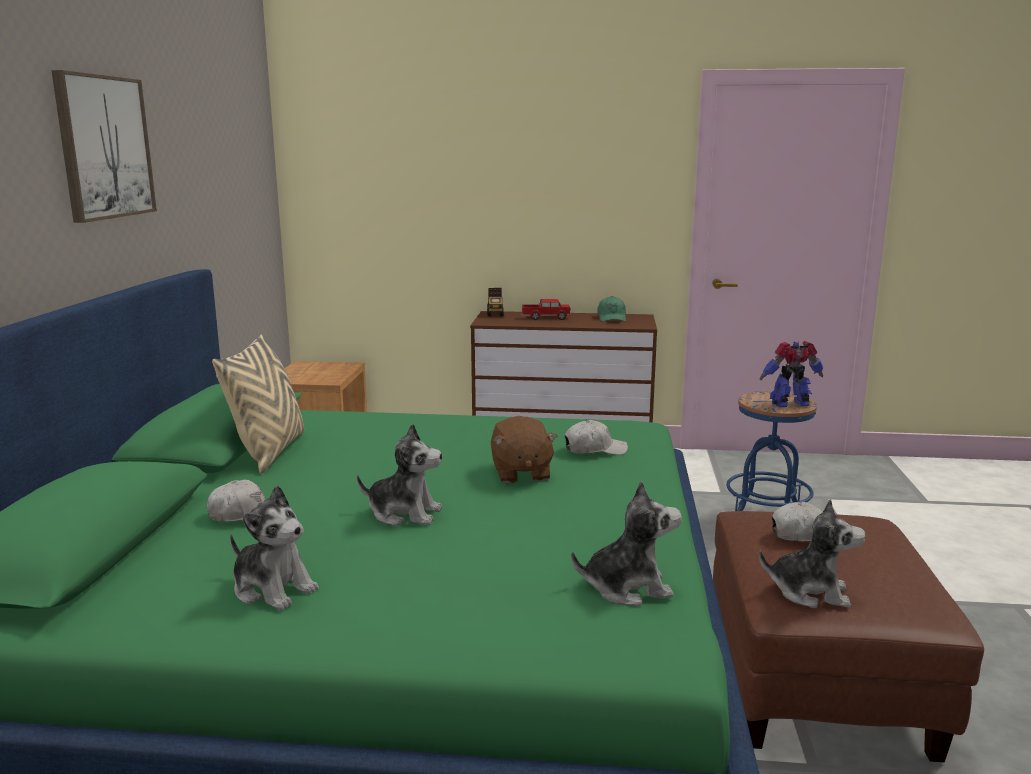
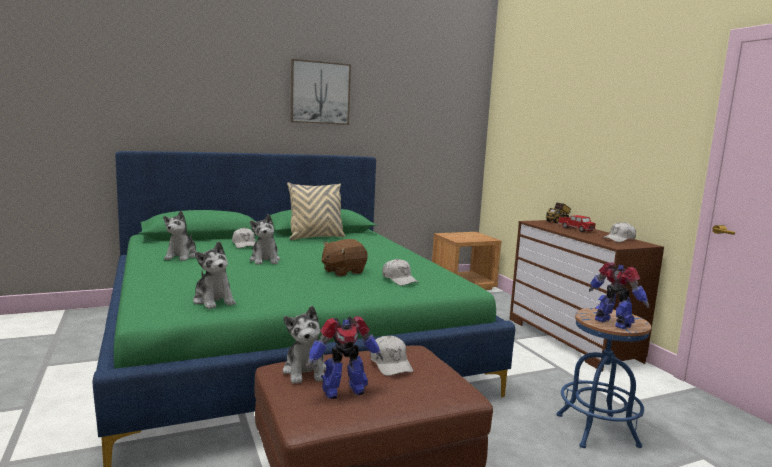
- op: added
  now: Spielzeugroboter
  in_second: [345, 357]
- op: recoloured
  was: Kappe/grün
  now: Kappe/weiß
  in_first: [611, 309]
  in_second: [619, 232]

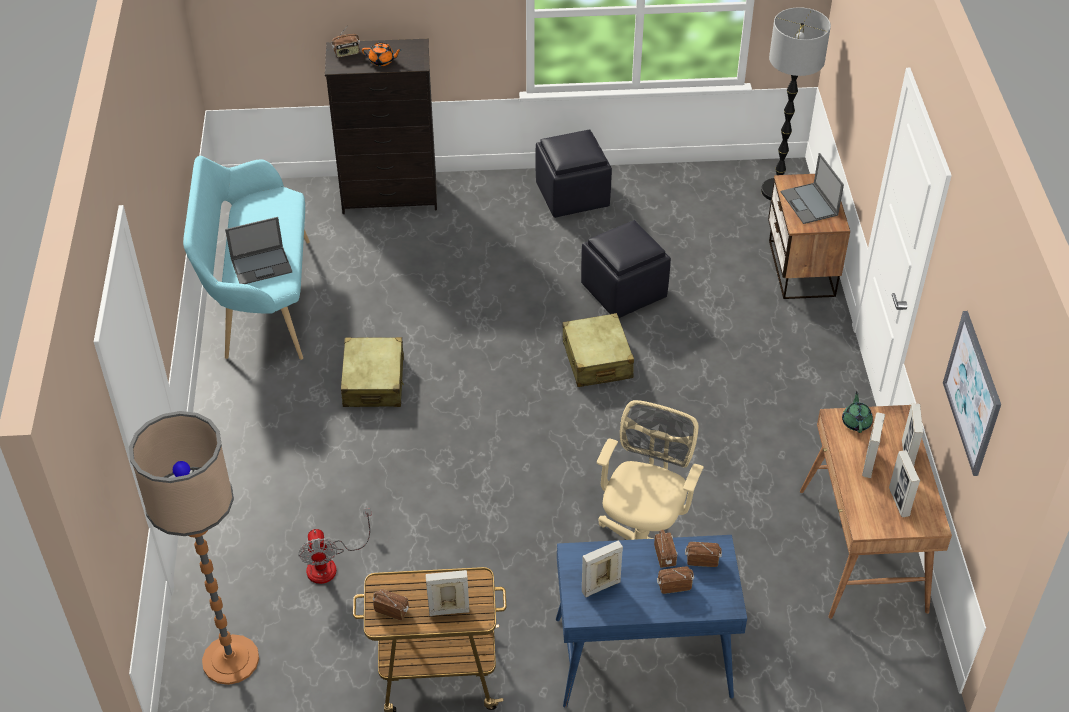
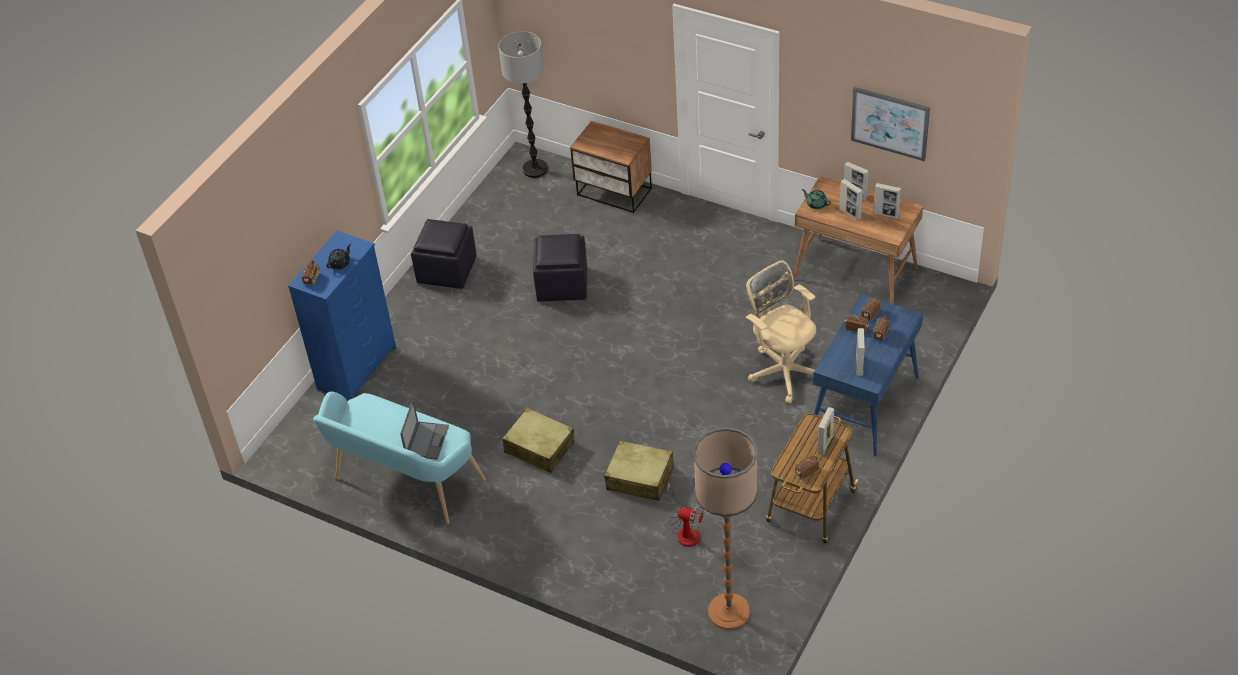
- op: recoloured
  was: Kommode/schwarz
  now: Kommode/blau
  in_first: [381, 126]
  in_second: [342, 316]
- op: recoloured
  was: Teekanne/orange
  now: Teekanne/schwarz
  in_first: [382, 54]
  in_second: [338, 256]
- op: moved
  was: Koffer/beige
  in_first: [598, 350]
  in_second: [639, 471]
- op: removed
  was: Laptop
  in_first: [812, 188]

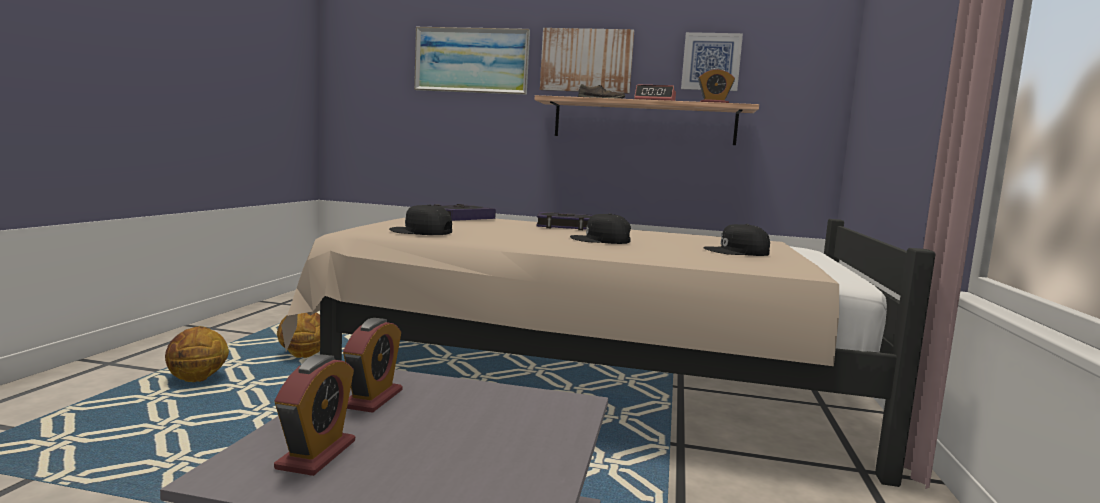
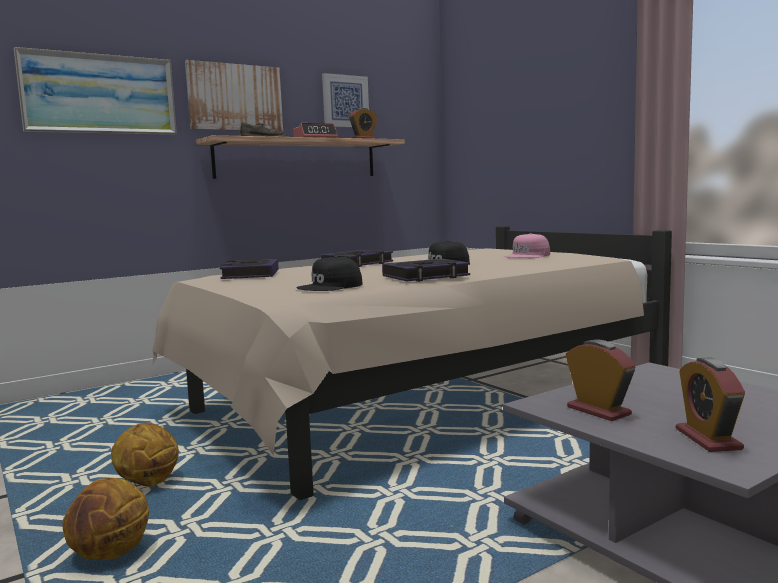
- op: added
  now: Buch
  in_second: [426, 270]
- op: recoloured
  was: Kappe/schwarz
  now: Kappe/rosa
  in_first: [736, 240]
  in_second: [527, 245]
- op: turned
  was: Wecker
  in_first: [314, 415]
  in_second: [710, 404]
  clockwise: -150

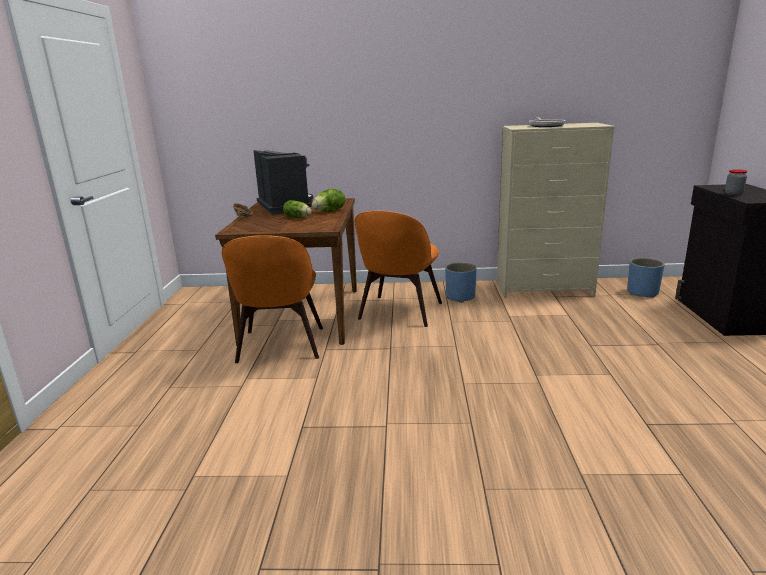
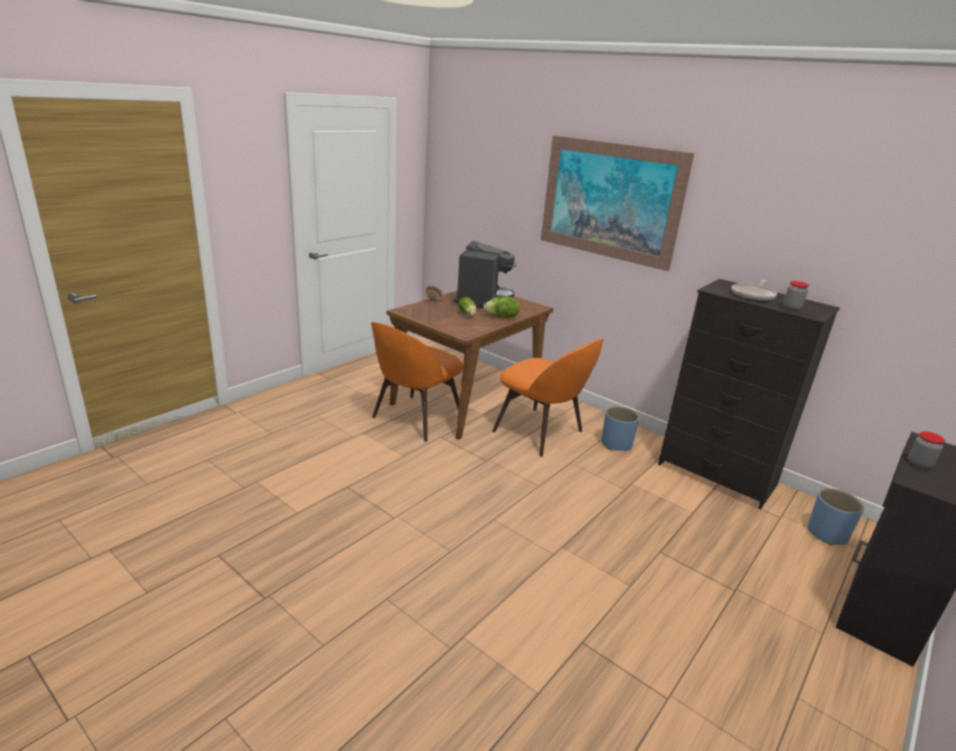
- op: turned
  was: Stuhl/orange
  in_first: [398, 269]
  in_second: [548, 397]
  clockwise: -105
- op: added
  now: Bild
  in_second: [617, 203]
- op: recoloured
  was: Kommode/beige
  now: Kommode/schwarz
  in_first: [556, 210]
  in_second: [749, 394]
- op: added
  now: Vorratsglas
  in_second: [796, 296]

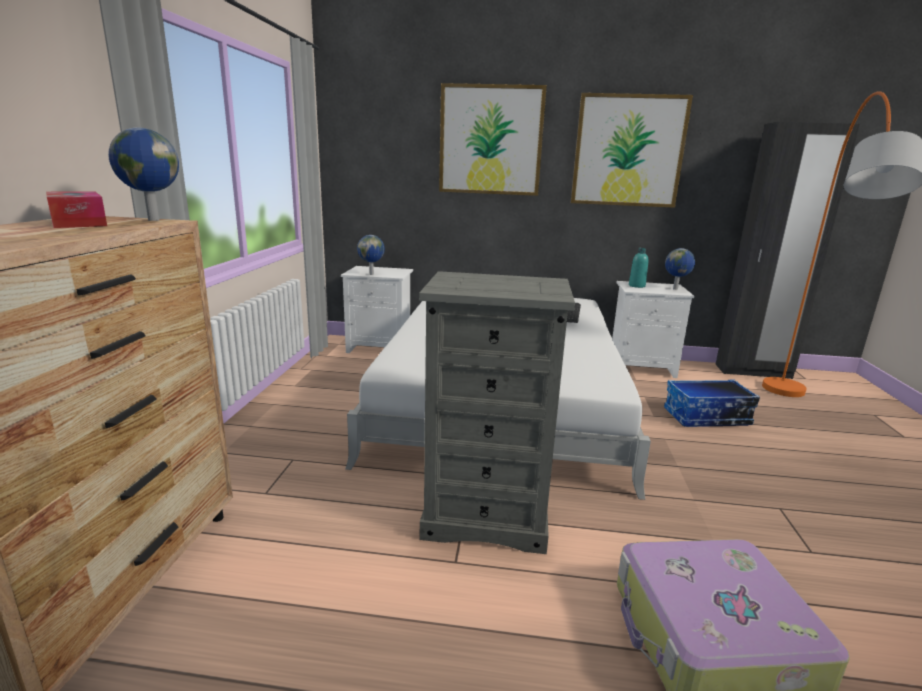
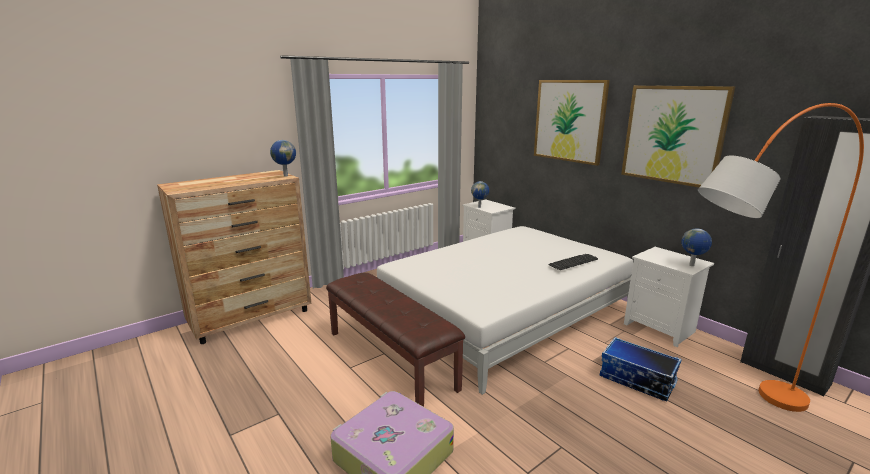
- op: replaced
  was: Kommode/grau
  now: Bank/braun
  in_first: [497, 412]
  in_second: [395, 340]
- op: removed
  was: Taschentuchbox
  in_first: [76, 209]
- op: removed
  was: Flasche/türkis
  in_first: [638, 268]

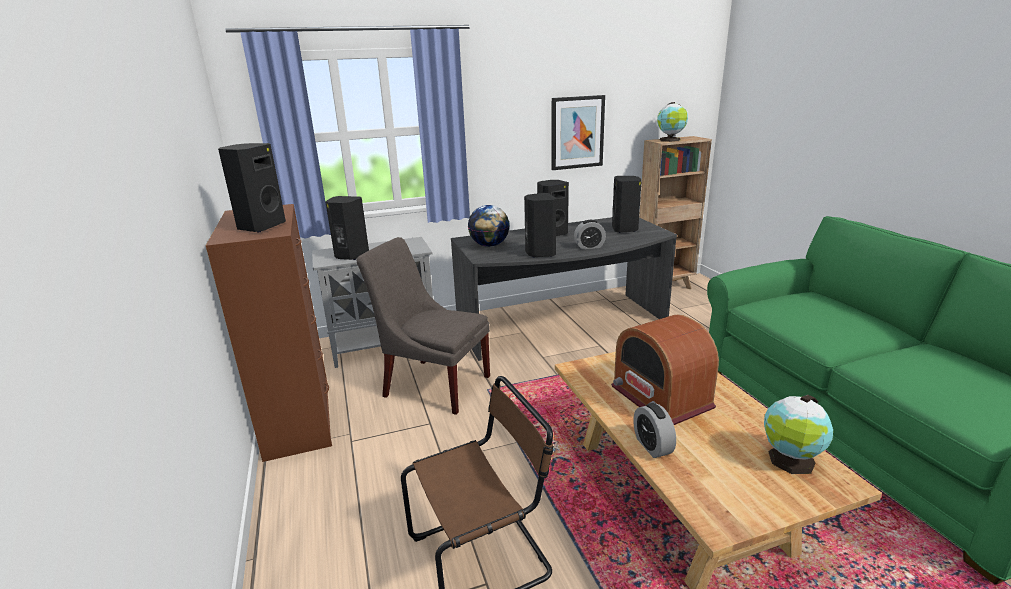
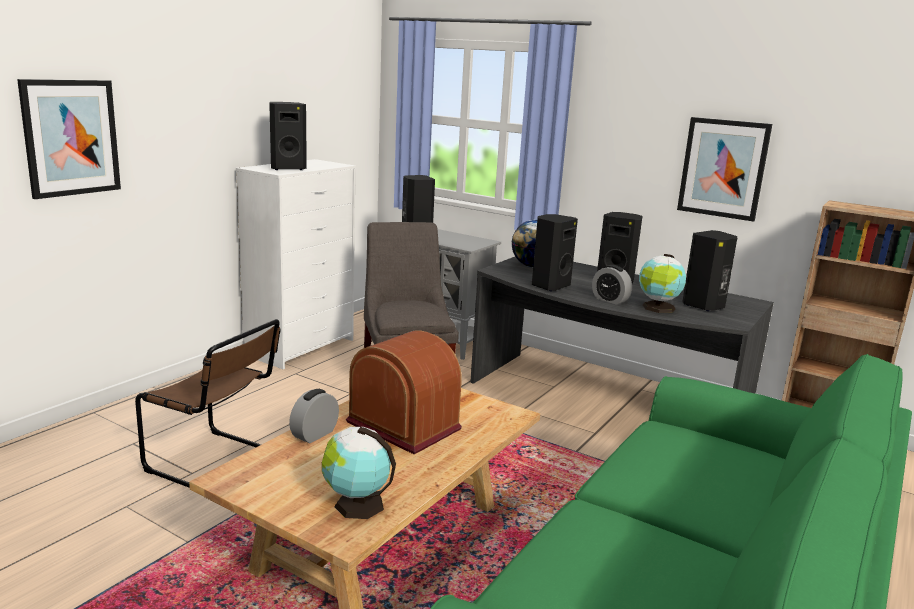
- op: added
  now: Bild
  in_second: [69, 139]
- op: recoloured
  was: Kommode/braun
  now: Kommode/weiß
  in_first: [268, 333]
  in_second: [296, 264]
- op: turned
  was: Radio
  in_first: [665, 369]
  in_second: [404, 392]
  clockwise: 105
- op: moved
  was: Globus
  in_first: [672, 122]
  in_second: [662, 283]

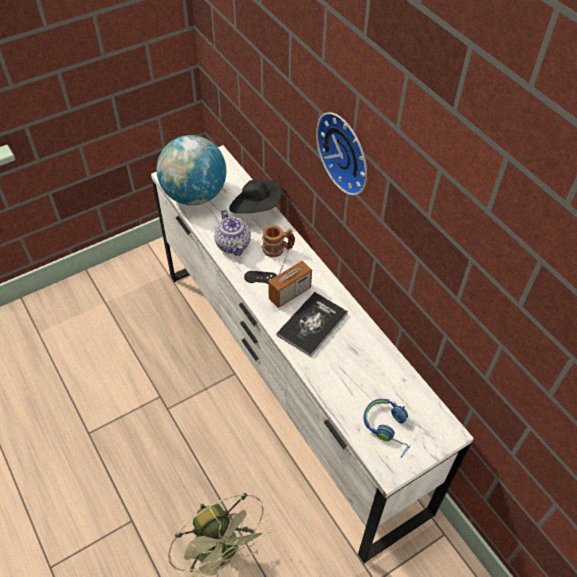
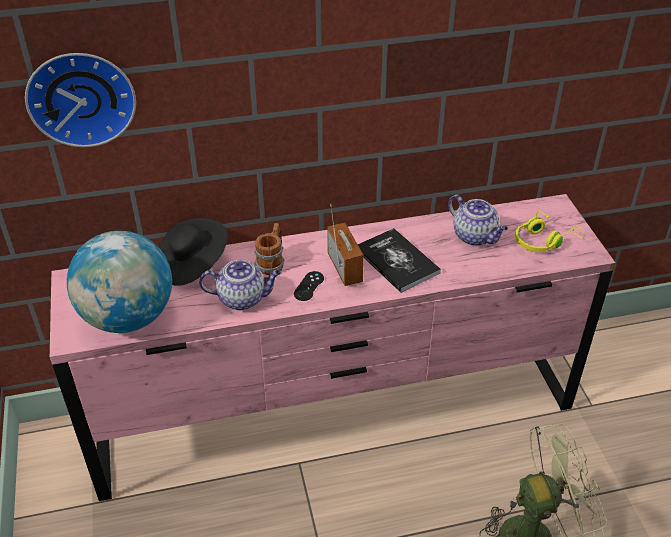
- op: moved
  was: Wanduhr
  in_first: [341, 154]
  in_second: [80, 100]
- op: recoloured
  was: Kommode/weiß
  now: Kommode/rosa
  in_first: [312, 354]
  in_second: [332, 347]
- op: added
  now: Teekanne
  in_second: [478, 220]
- op: recoloured
  was: Kopfhörer/blau
  now: Kopfhörer/gelb
  in_first: [387, 428]
  in_second: [550, 231]

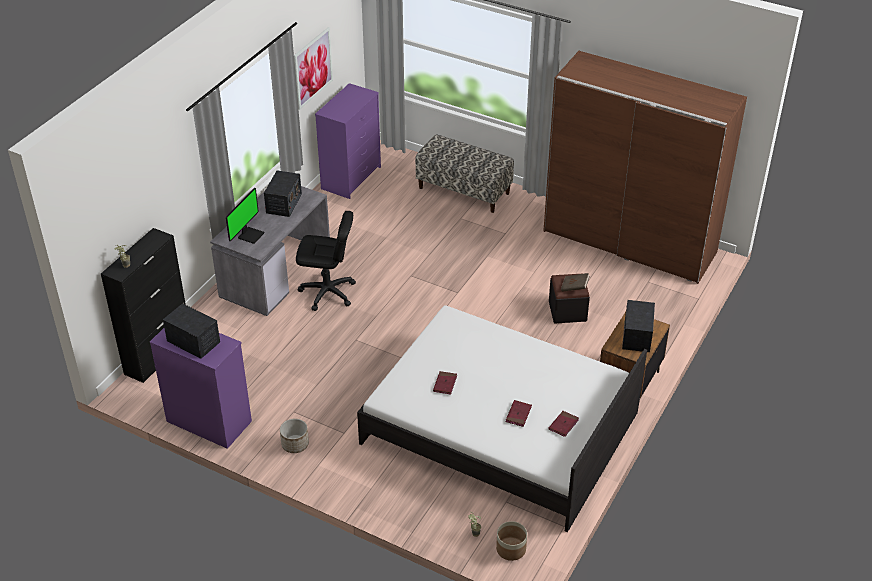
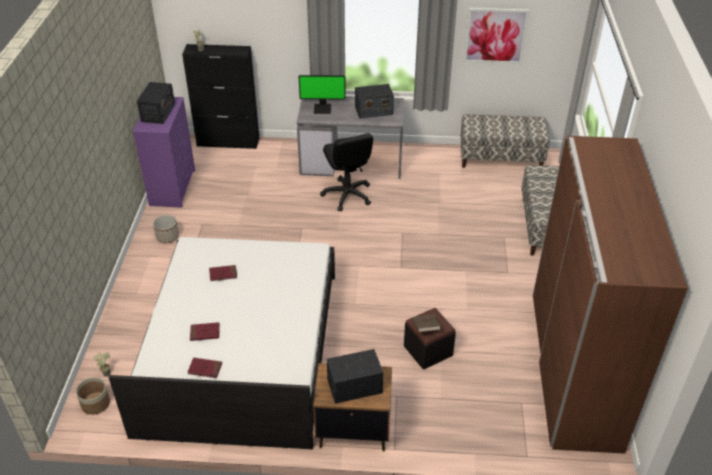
- op: replaced
  was: Kommode/lila
  now: Bank
  in_first: [348, 141]
  in_second: [505, 141]

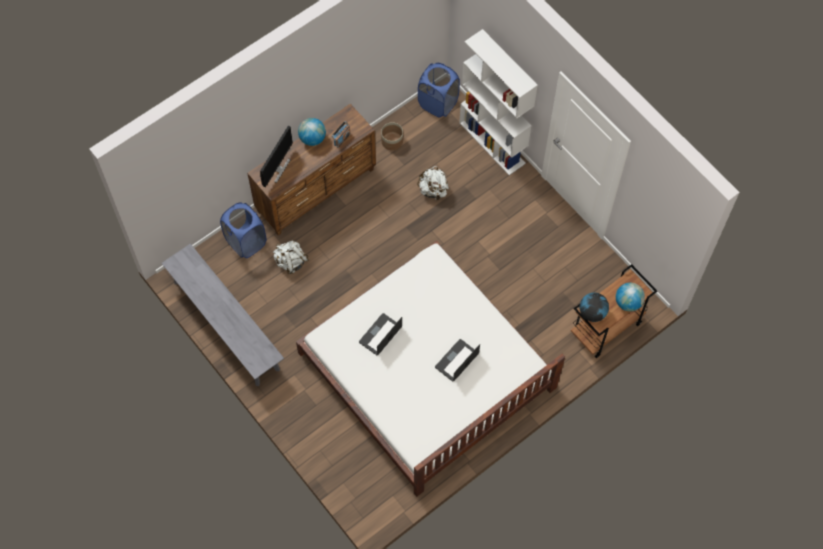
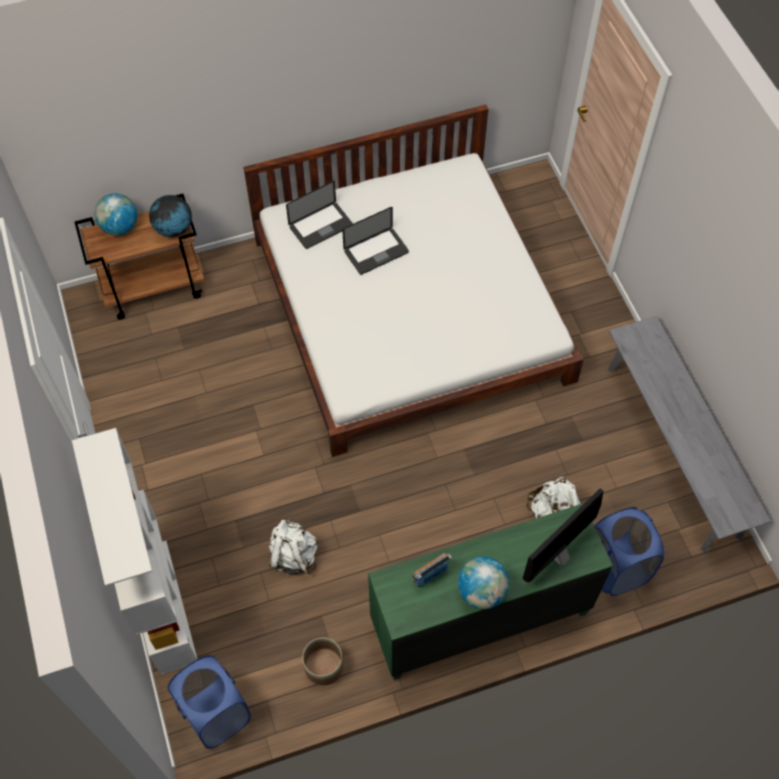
- op: moved
  was: Laptop
  in_first: [380, 334]
  in_second: [319, 215]
- op: recoloured
  was: Kommode/braun
  now: Kommode/grün
  in_first: [311, 169]
  in_second: [490, 591]

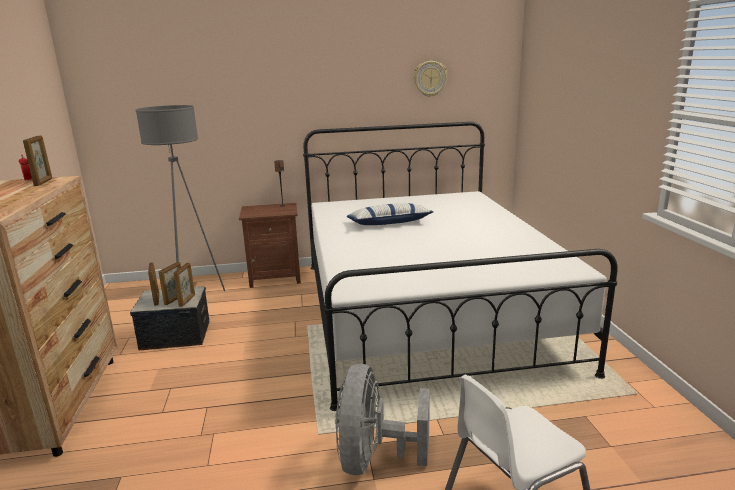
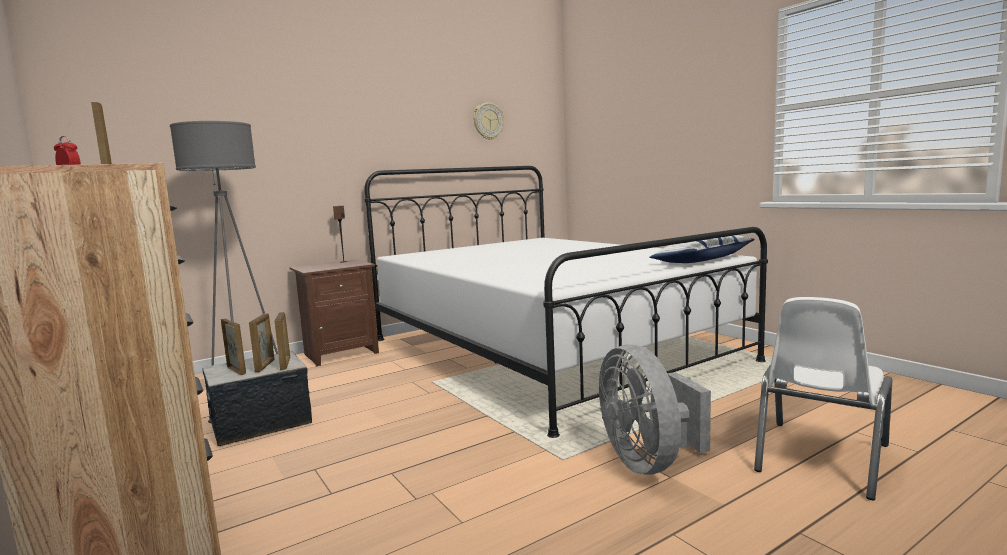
- op: moved
  was: Kissen
  in_first: [389, 214]
  in_second: [702, 249]

